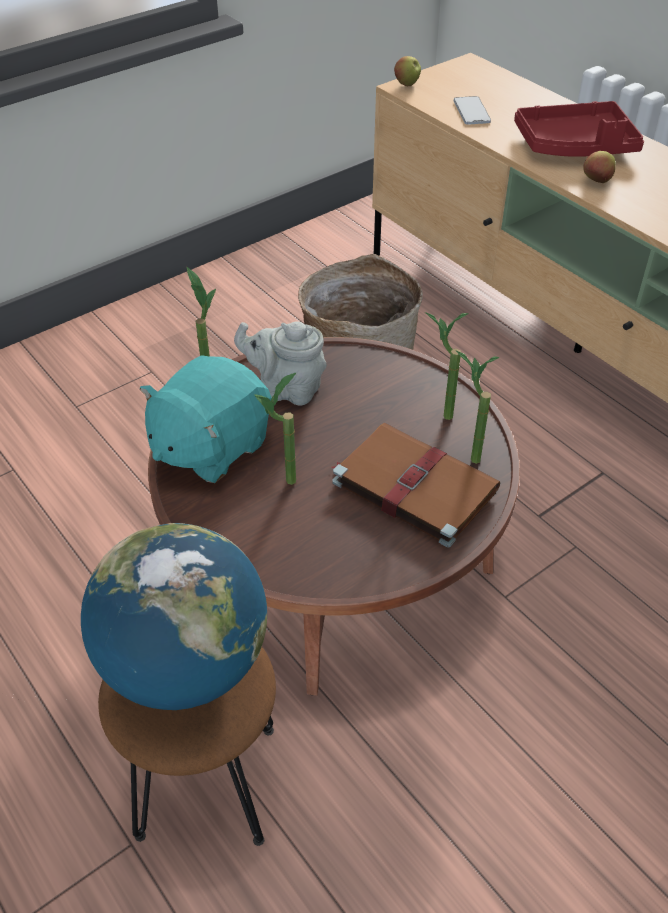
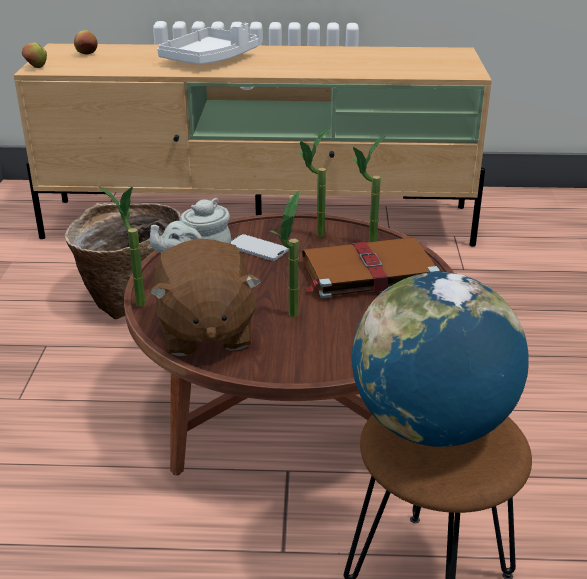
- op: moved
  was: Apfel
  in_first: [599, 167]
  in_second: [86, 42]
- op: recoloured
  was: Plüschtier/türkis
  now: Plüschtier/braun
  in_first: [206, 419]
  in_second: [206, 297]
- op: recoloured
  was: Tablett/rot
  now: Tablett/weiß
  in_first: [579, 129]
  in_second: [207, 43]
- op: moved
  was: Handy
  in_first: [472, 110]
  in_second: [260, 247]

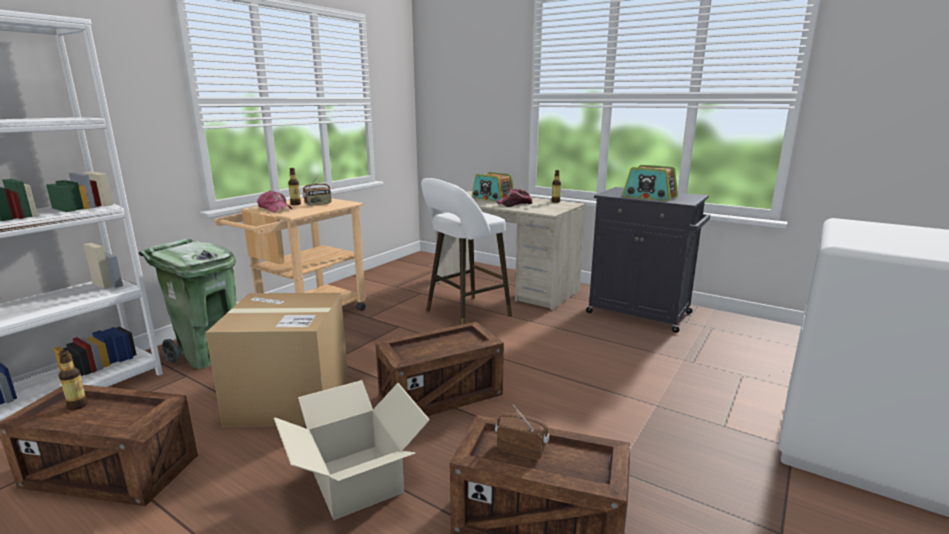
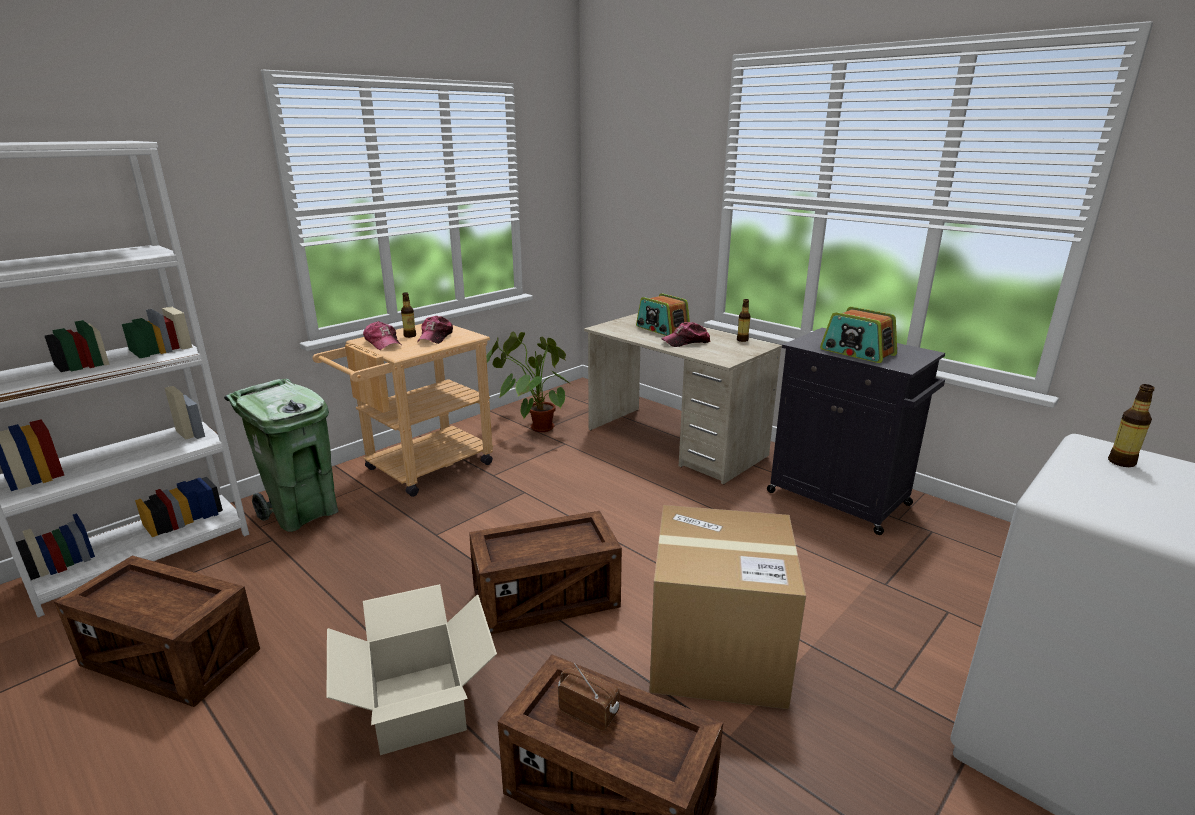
- op: replaced
  was: Radio
  now: Kappe
  in_first: [316, 190]
  in_second: [435, 330]
- op: added
  now: Topfpflanze
  in_second: [527, 382]
- op: moved
  was: Karton
  in_first: [277, 360]
  in_second: [727, 607]
- op: moved
  was: Flasche
  in_first: [73, 380]
  in_second: [1131, 425]
- op: removed
  was: Hocker/weiß
  in_first: [466, 251]

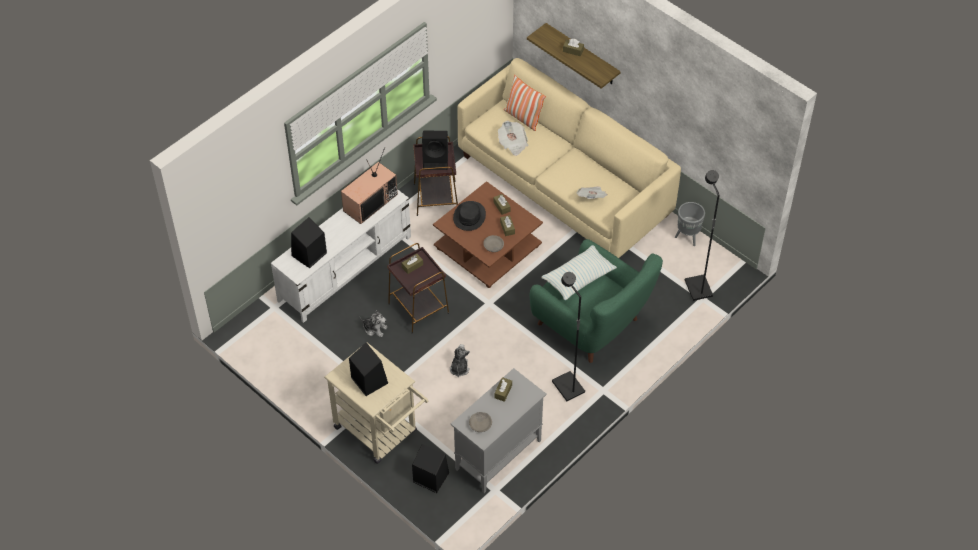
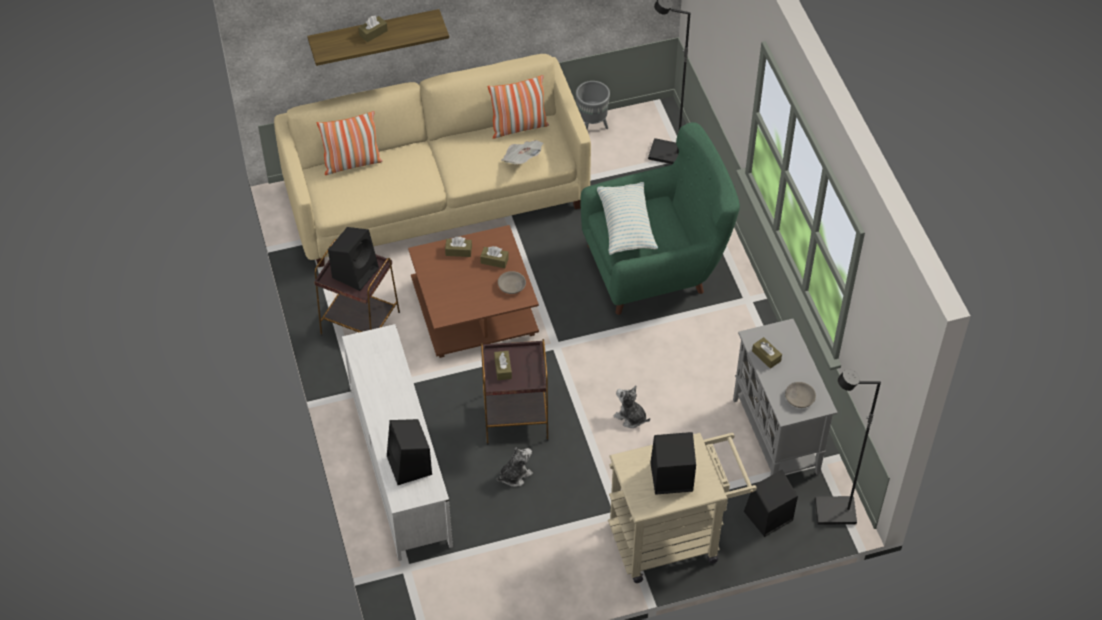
- op: added
  now: Kissen
  in_second: [518, 107]
- op: moved
  was: Stehlampe/schwarz
  in_first: [568, 336]
  in_second: [848, 447]
- op: removed
  was: Fernseher
  in_first: [369, 185]
- op: removed
  was: Hut/schwarz
  in_first: [469, 216]
- op: removed
  was: Zeitung
  in_first: [513, 138]

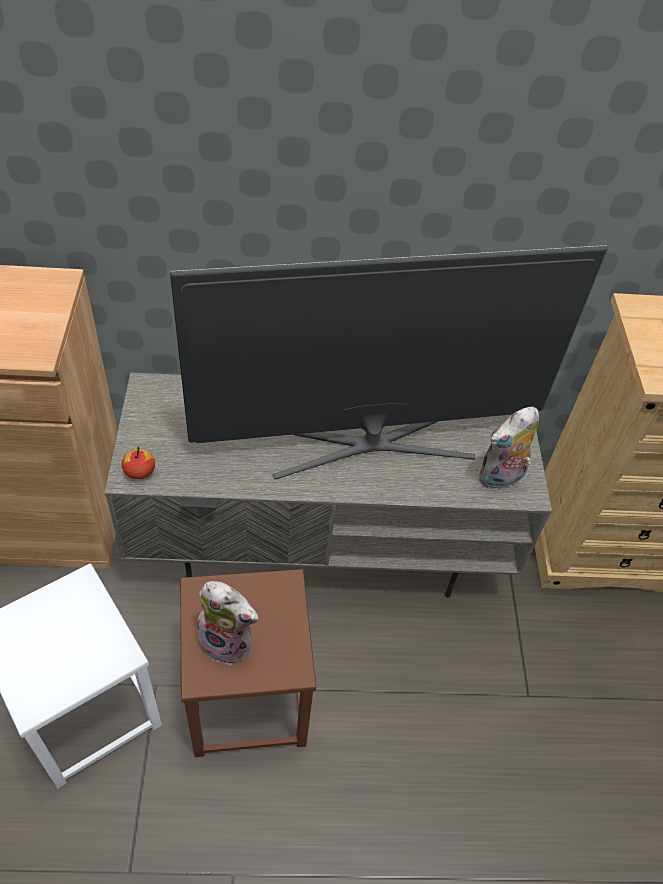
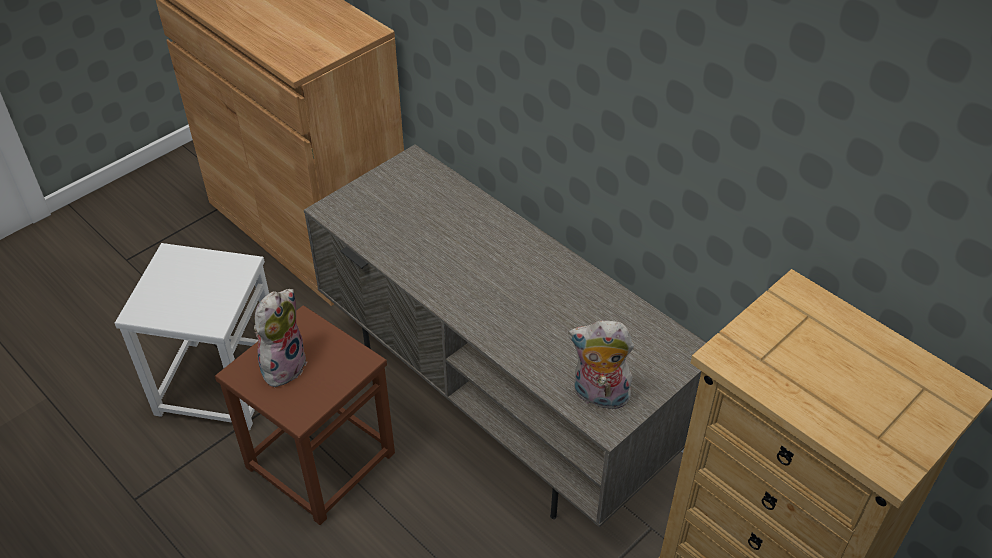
- op: turned
  was: Plüschtier
  in_first: [227, 623]
  in_second: [281, 340]
  clockwise: -135
- op: removed
  was: Apfel
  in_first: [138, 462]
- op: removed
  was: Fernseher
  in_first: [389, 362]

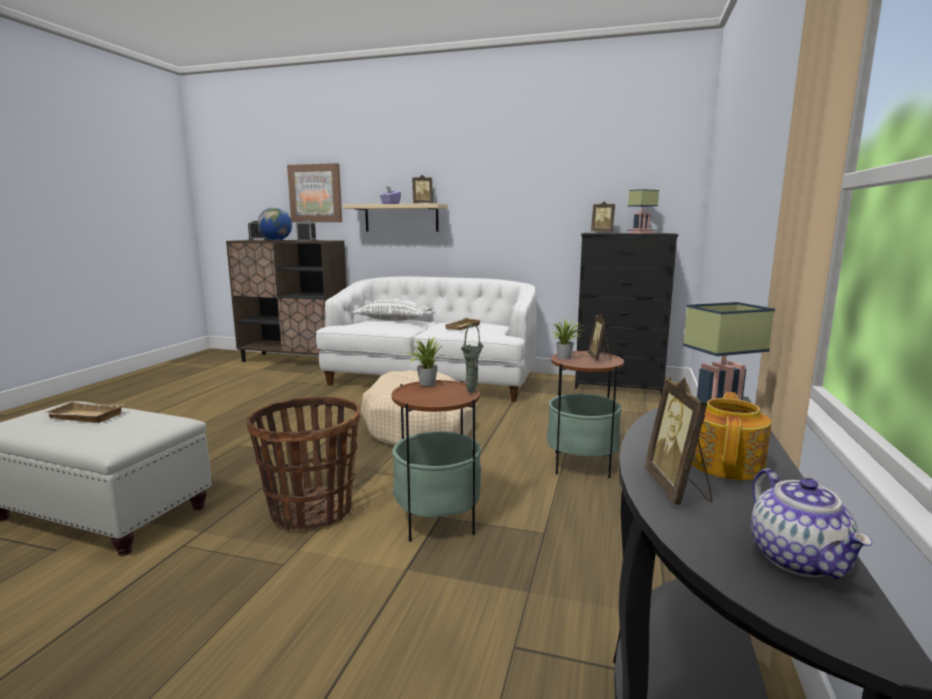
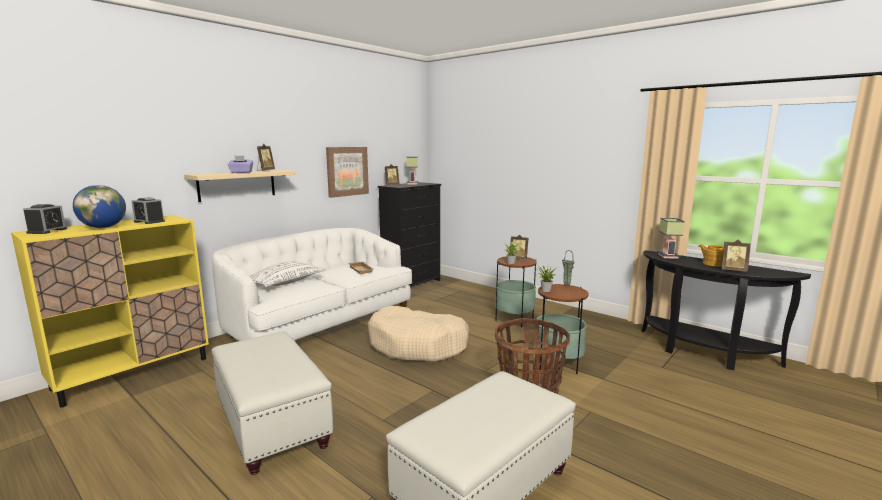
- op: recoloured
  was: Schrank/braun
  now: Schrank/gelb
  in_first: [286, 301]
  in_second: [110, 311]
- op: added
  now: Polsterhocker/weiß
  in_second: [272, 403]
- op: moved
  was: Bild
  in_first: [314, 192]
  in_second: [347, 172]
- op: removed
  was: Tablett/beige
  in_first: [83, 412]
- op: removed
  was: Teekanne
  in_first: [812, 523]

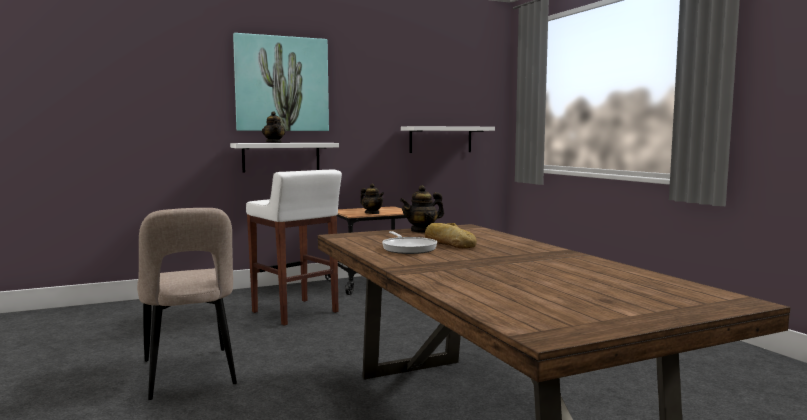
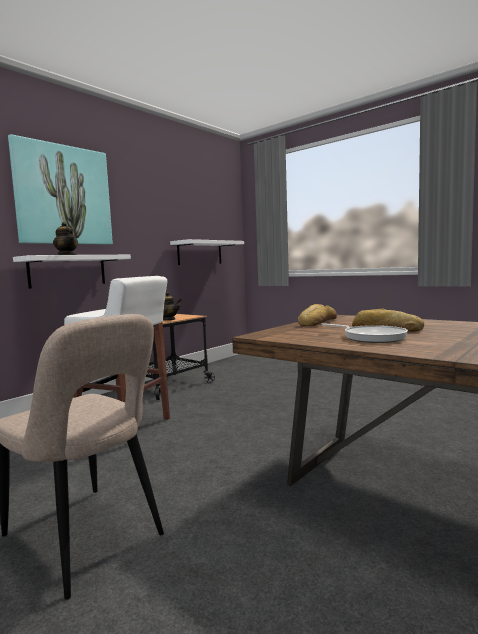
- op: replaced
  was: Teekanne
  now: Brot
  in_first: [422, 209]
  in_second: [317, 315]

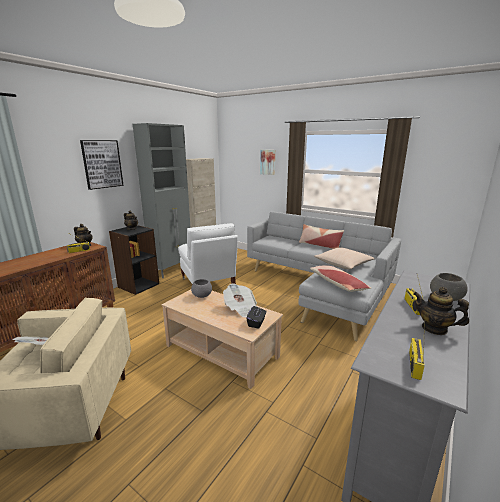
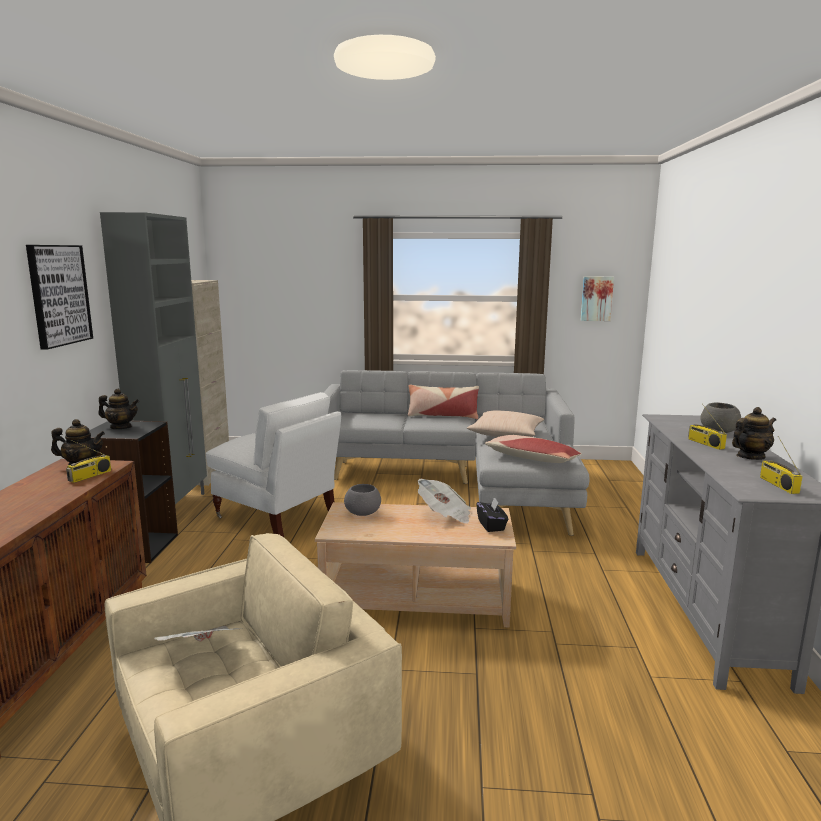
- op: moved
  was: Bild
  in_first: [267, 162]
  in_second: [597, 298]
- op: turned
  was: Teekanne
  in_first: [441, 311]
  in_second: [754, 433]
  clockwise: 150

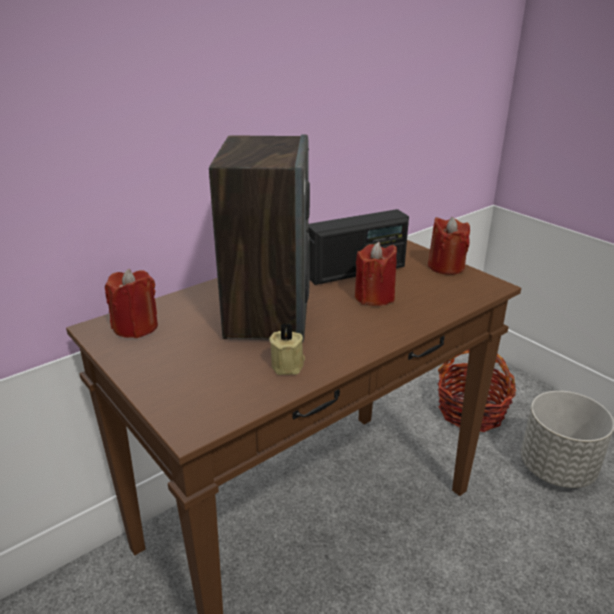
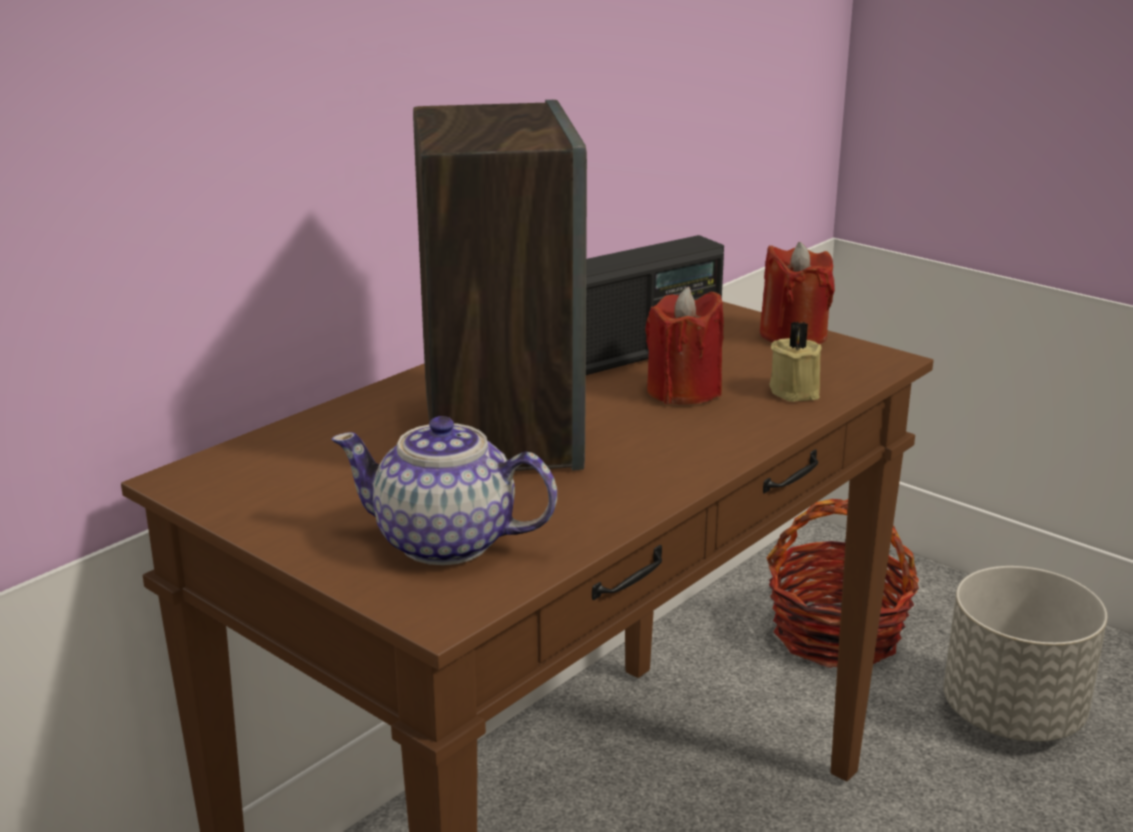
- op: added
  now: Teekanne
  in_second: [444, 490]
- op: moved
  was: Kerze/beige
  in_first: [287, 349]
  in_second: [795, 361]
- op: removed
  was: Kerze/rot
  in_first: [131, 303]

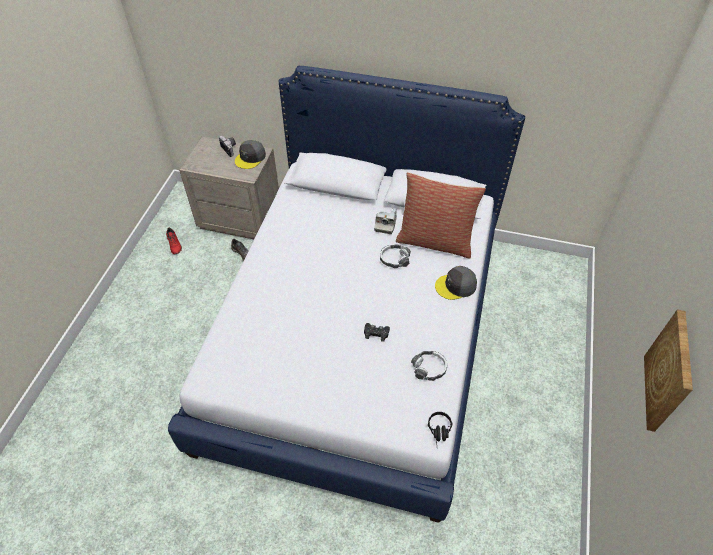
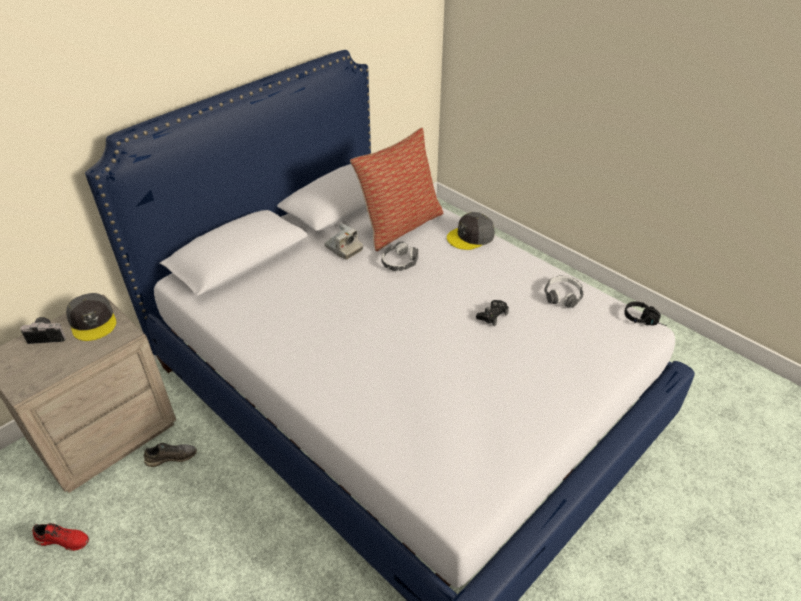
- op: turned
  was: Kappe/grau
  in_first: [456, 283]
  in_second: [471, 231]
  clockwise: 45
- op: removed
  was: Bild
  in_first: [668, 370]

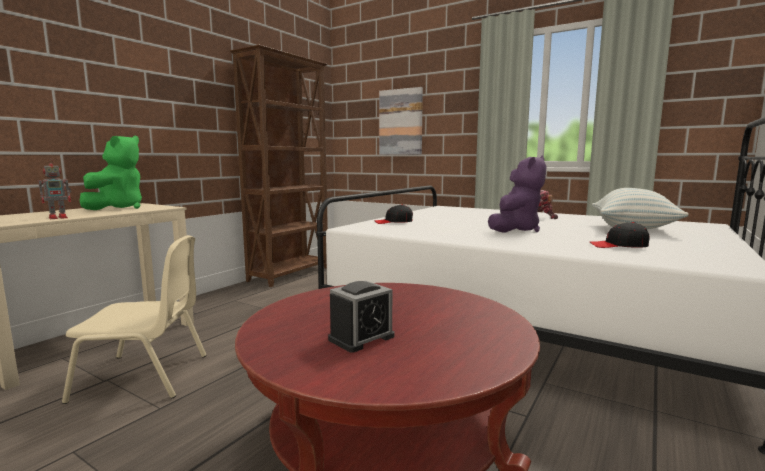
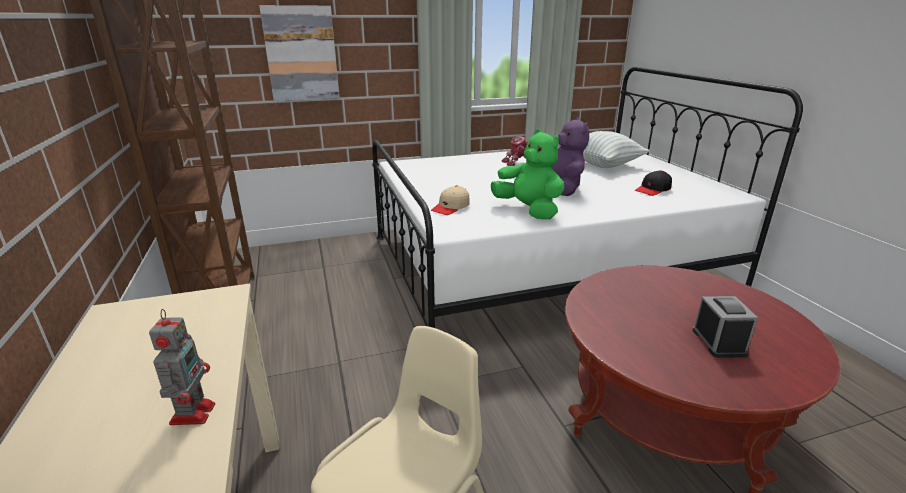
- op: recoloured
  was: Kappe/schwarz
  now: Kappe/beige
  in_first: [394, 214]
  in_second: [450, 200]
- op: moved
  was: Plüschtier/grün
  in_first: [110, 173]
  in_second: [527, 174]

